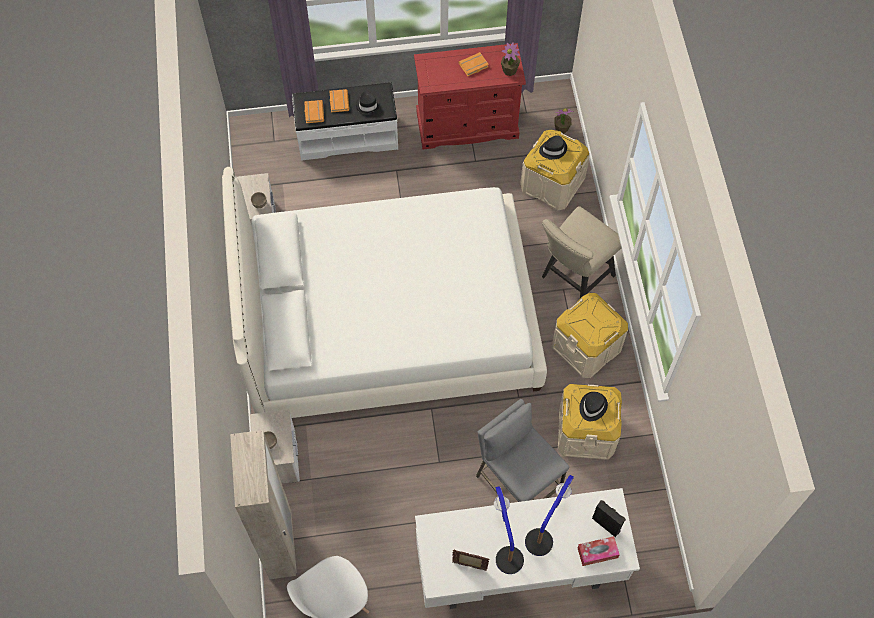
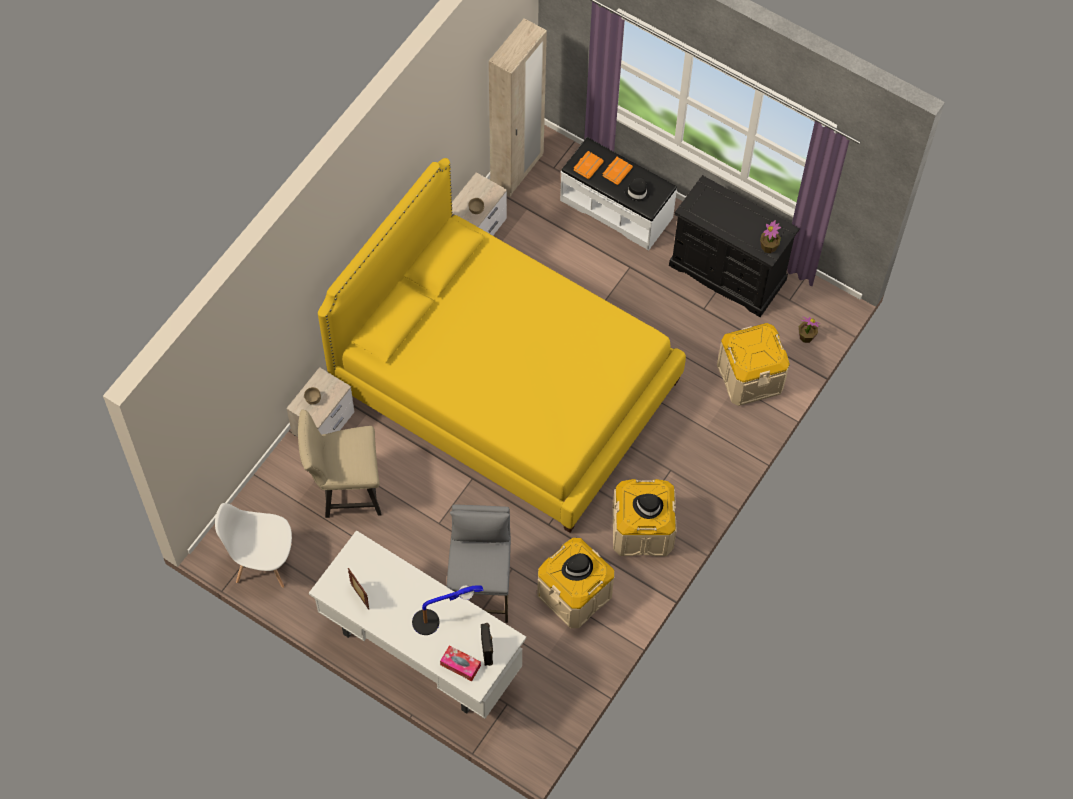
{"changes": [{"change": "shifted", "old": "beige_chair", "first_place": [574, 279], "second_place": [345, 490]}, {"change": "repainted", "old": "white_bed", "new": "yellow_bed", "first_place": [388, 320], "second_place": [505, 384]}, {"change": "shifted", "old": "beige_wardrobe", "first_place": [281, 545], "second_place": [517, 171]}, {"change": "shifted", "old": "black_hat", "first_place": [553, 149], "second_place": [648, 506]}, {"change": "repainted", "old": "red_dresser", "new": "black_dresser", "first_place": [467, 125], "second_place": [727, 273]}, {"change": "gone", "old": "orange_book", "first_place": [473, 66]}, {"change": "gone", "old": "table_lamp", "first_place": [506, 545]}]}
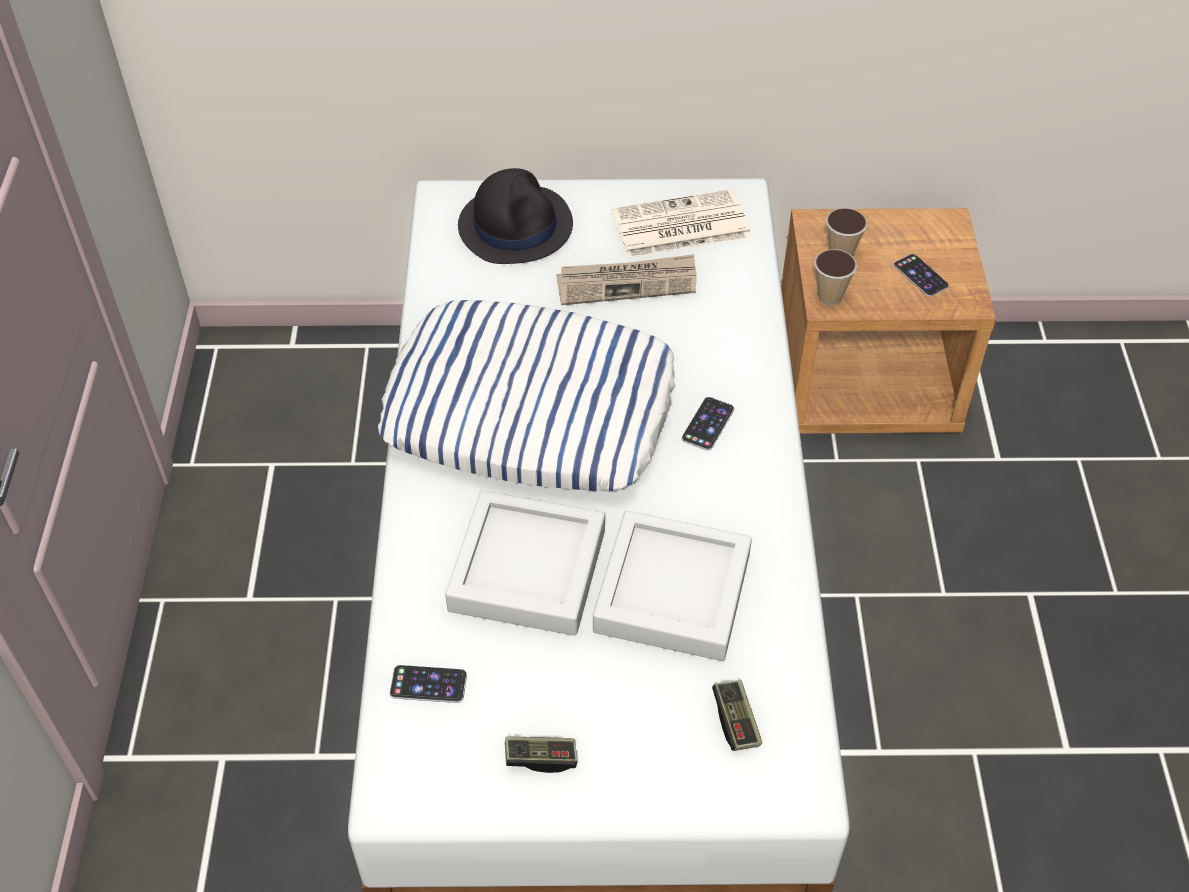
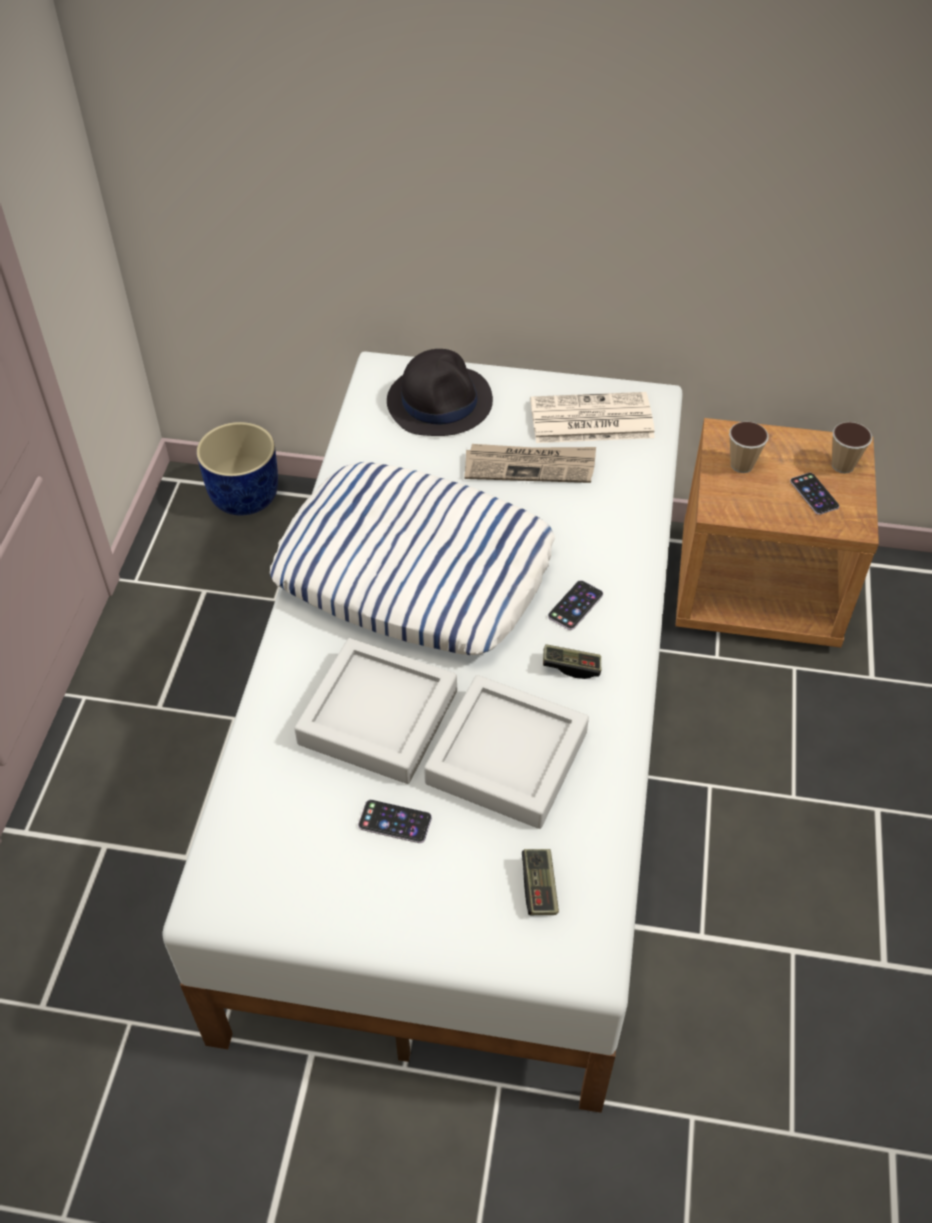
{"changes": [{"change": "new", "new": "blue_planter", "second_place": [244, 495]}, {"change": "shifted", "old": "phone", "first_place": [428, 684], "second_place": [395, 821]}, {"change": "shifted", "old": "game_controller", "first_place": [541, 758], "second_place": [571, 666]}, {"change": "shifted", "old": "cup", "first_place": [830, 296], "second_place": [842, 465]}]}
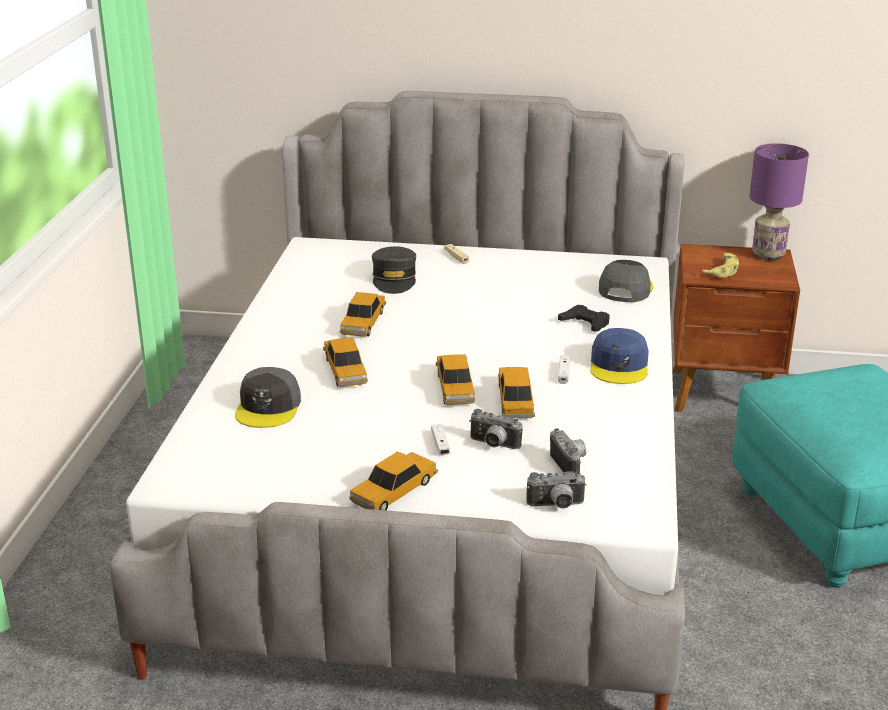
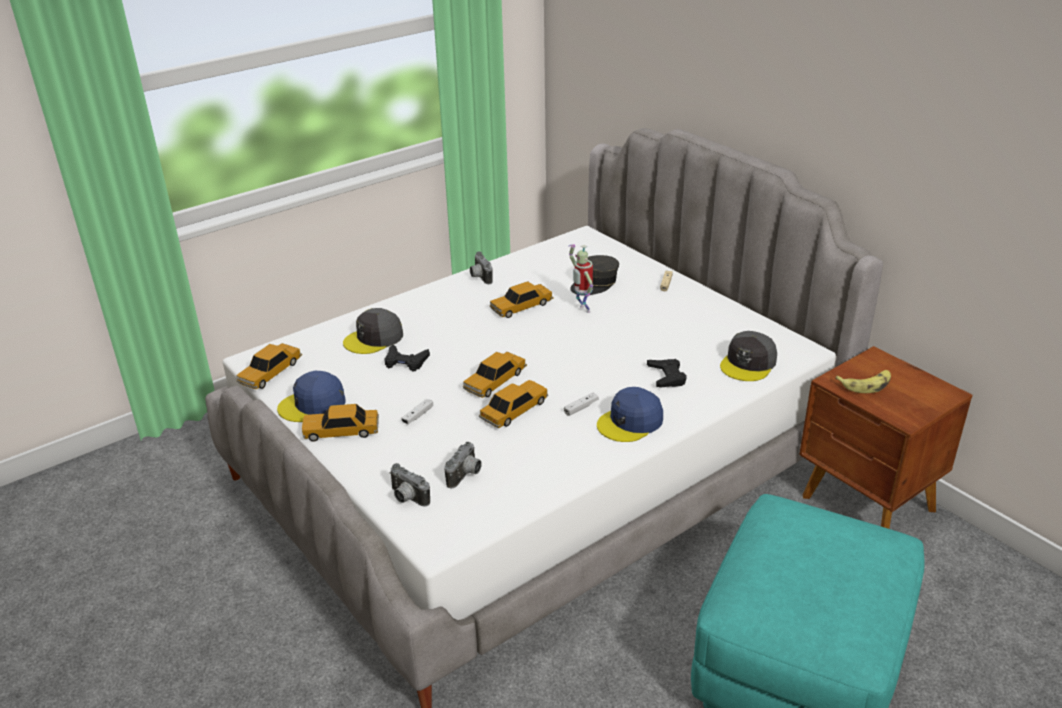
{"changes": [{"change": "shifted", "old": "toy_car", "first_place": [345, 370], "second_place": [270, 372]}, {"change": "new", "new": "blue_cap", "second_place": [313, 404]}, {"change": "new", "new": "black_game_controller", "second_place": [405, 362]}, {"change": "shifted", "old": "photo_camera", "first_place": [493, 445], "second_place": [479, 277]}, {"change": "new", "new": "toy_robot", "second_place": [582, 309]}, {"change": "rotated", "old": "grey_cap", "first_place": [625, 289], "second_place": [748, 363], "degrees": 150}, {"change": "gone", "old": "purple_table_lamp", "first_place": [768, 255]}]}
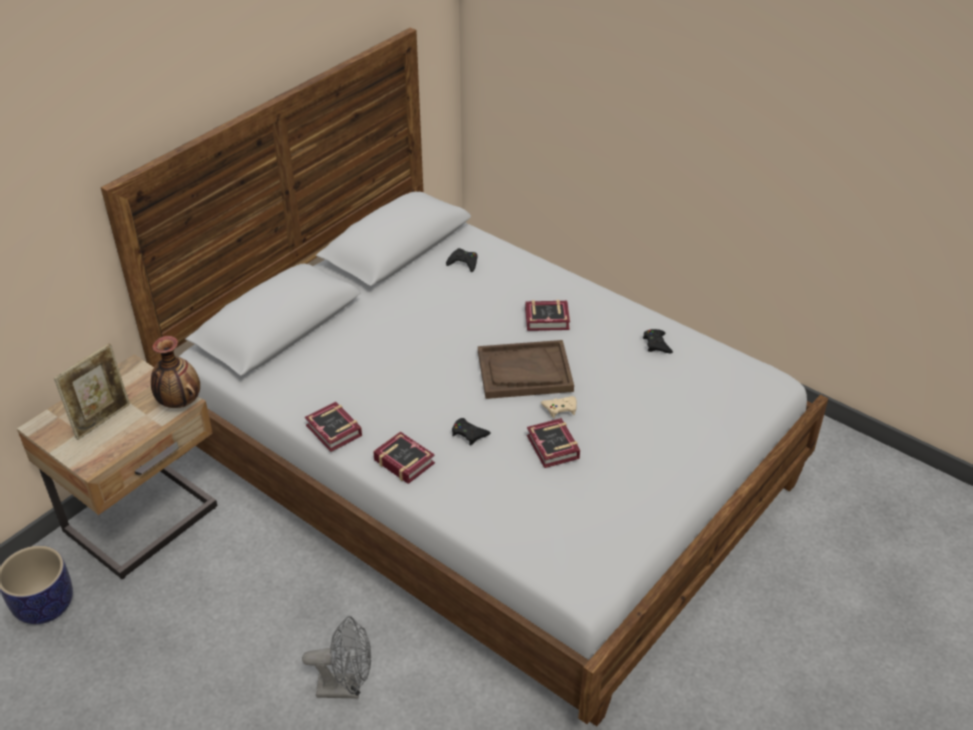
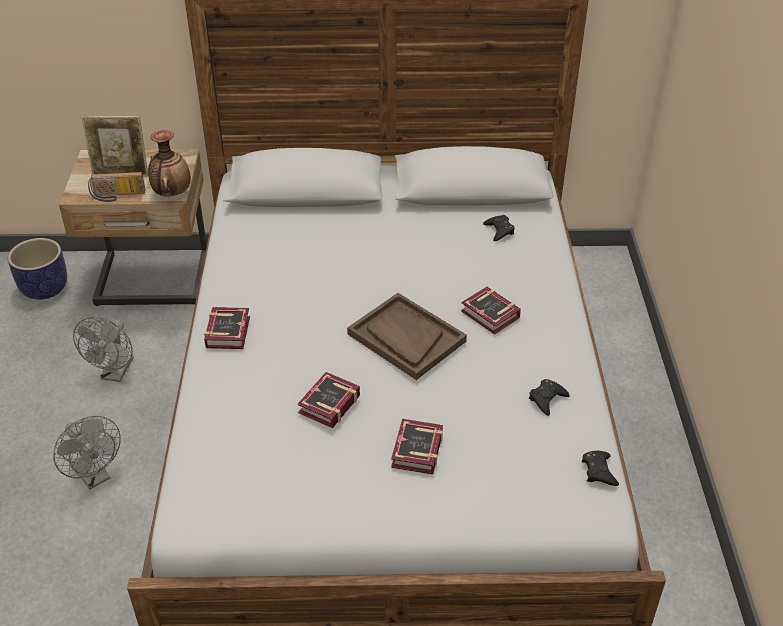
{"changes": [{"change": "new", "new": "grey_fan", "second_place": [115, 373]}, {"change": "new", "new": "radio", "second_place": [117, 196]}, {"change": "shifted", "old": "book", "first_place": [334, 432], "second_place": [415, 452]}, {"change": "shifted", "old": "black_game_controller", "first_place": [469, 434], "second_place": [599, 471]}, {"change": "gone", "old": "beige_game_controller", "first_place": [560, 408]}]}
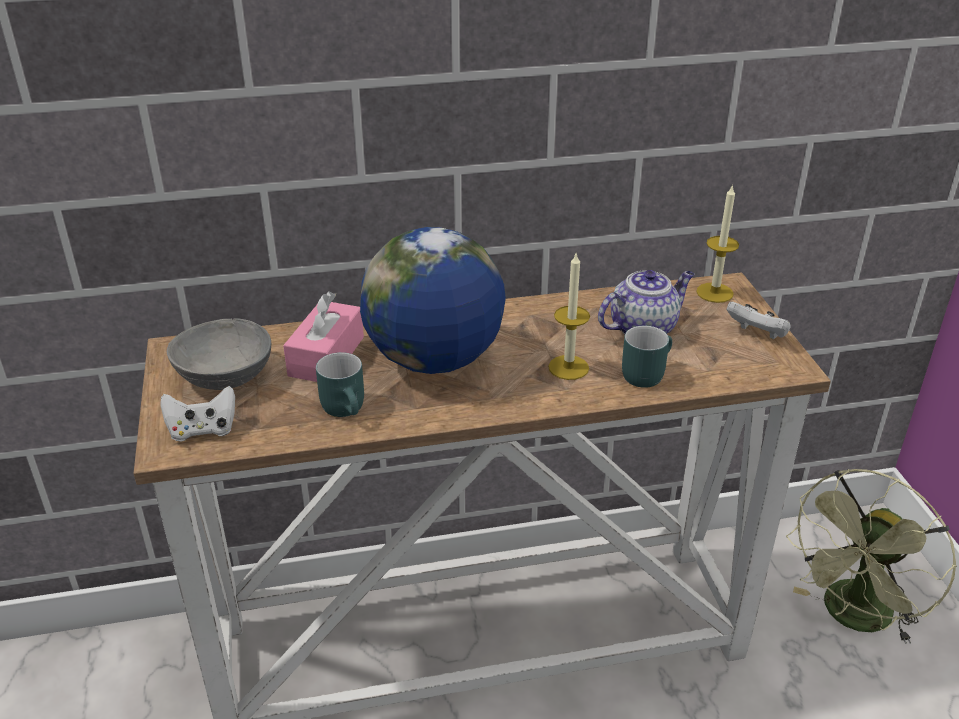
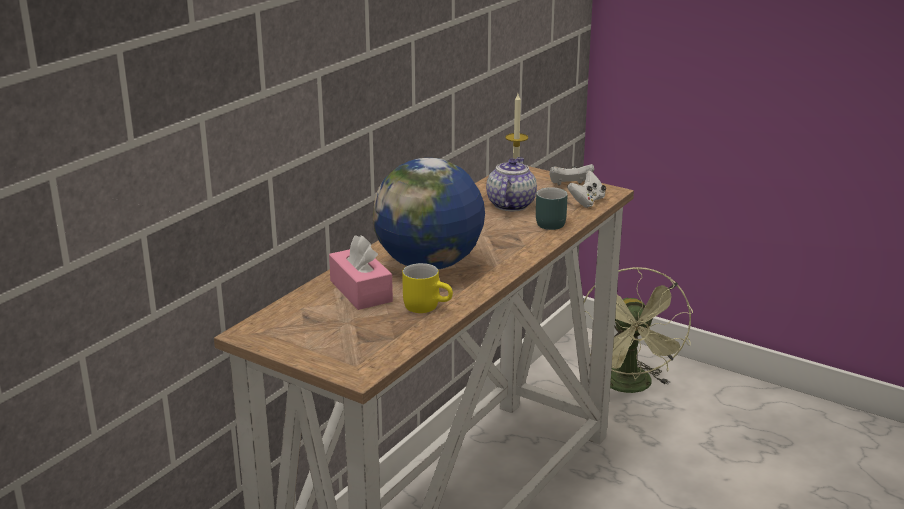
{"changes": [{"change": "repainted", "old": "turquoise_mug", "new": "yellow_mug", "first_place": [348, 408], "second_place": [427, 306]}, {"change": "shifted", "old": "white_game_controller", "first_place": [202, 430], "second_place": [587, 202]}, {"change": "gone", "old": "grey_bowl", "first_place": [225, 376]}, {"change": "gone", "old": "candle", "first_place": [568, 367]}]}
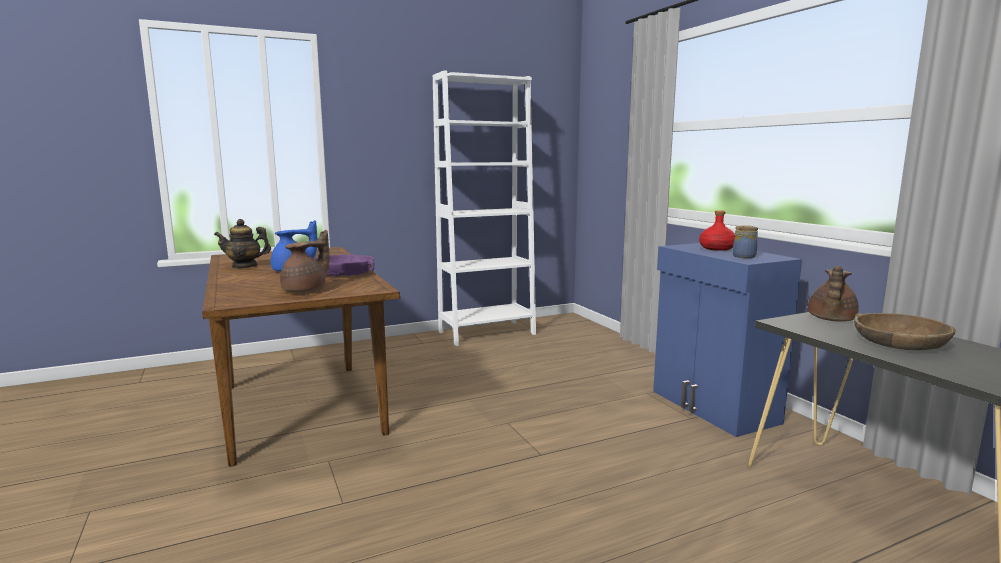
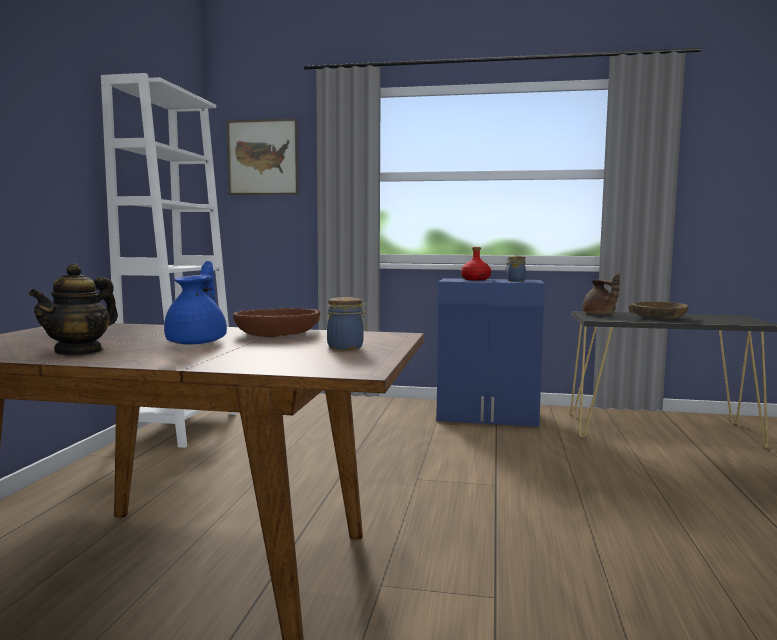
{"changes": [{"change": "new", "new": "picture", "second_place": [263, 157]}, {"change": "repainted", "old": "purple_bowl", "new": "brown_bowl", "first_place": [344, 273], "second_place": [277, 334]}, {"change": "swapped", "old": "brown_teapot", "new": "jar", "first_place": [306, 290], "second_place": [347, 347]}]}
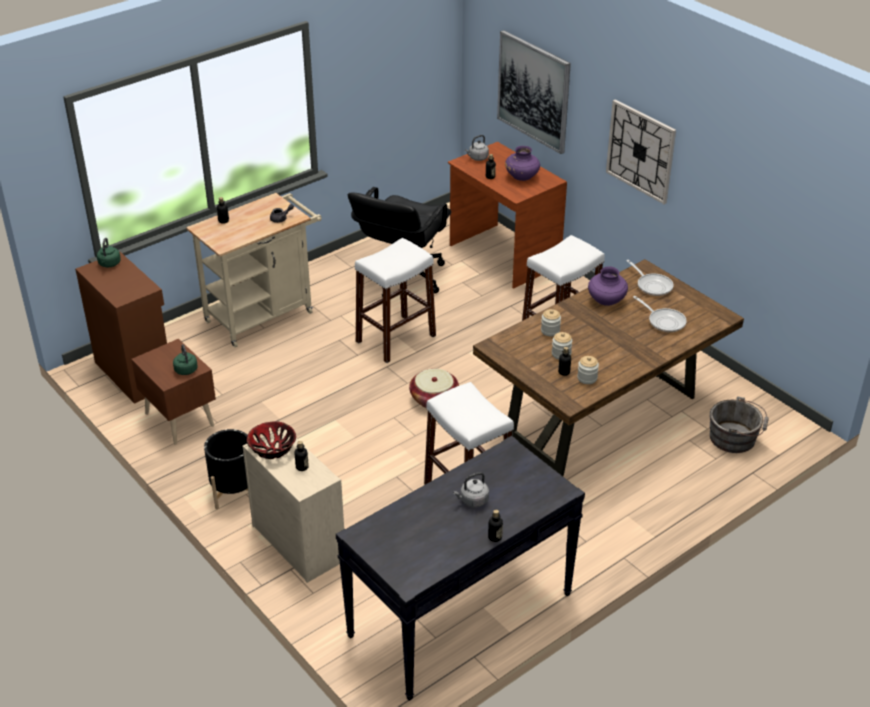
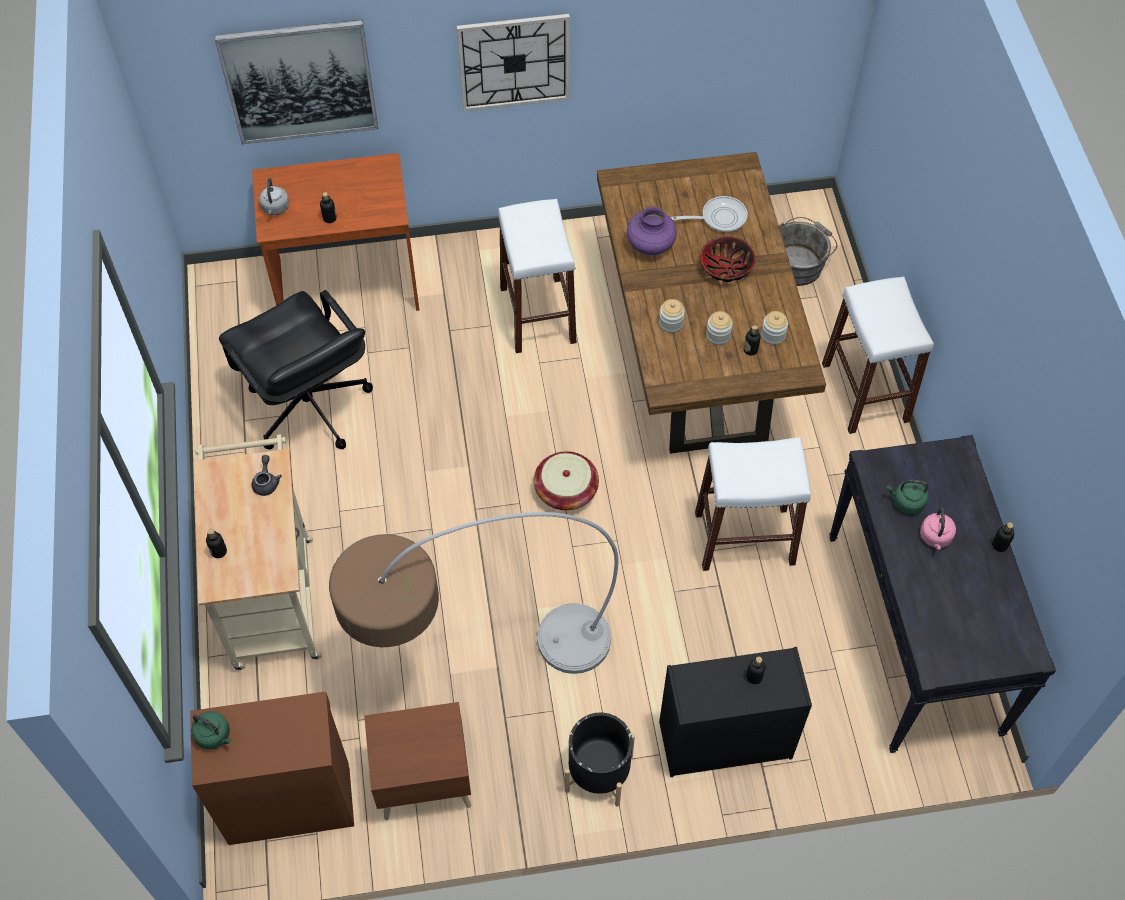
{"changes": [{"change": "new", "new": "floor_lamp", "second_place": [476, 667]}, {"change": "repainted", "old": "beige_dresser", "new": "black_dresser", "first_place": [297, 542], "second_place": [723, 740]}, {"change": "shifted", "old": "bowl", "first_place": [272, 448], "second_place": [725, 268]}, {"change": "shifted", "old": "white_stool", "first_place": [395, 338], "second_place": [865, 392]}, {"change": "shifted", "old": "green_kettle", "first_place": [186, 369], "second_place": [906, 502]}, {"change": "repainted", "old": "grey_kettle", "new": "pink_kettle", "first_place": [472, 501], "second_place": [935, 538]}, {"change": "gone", "old": "purple_vase", "first_place": [522, 177]}, {"change": "gone", "old": "frying_pan", "first_place": [652, 286]}]}
